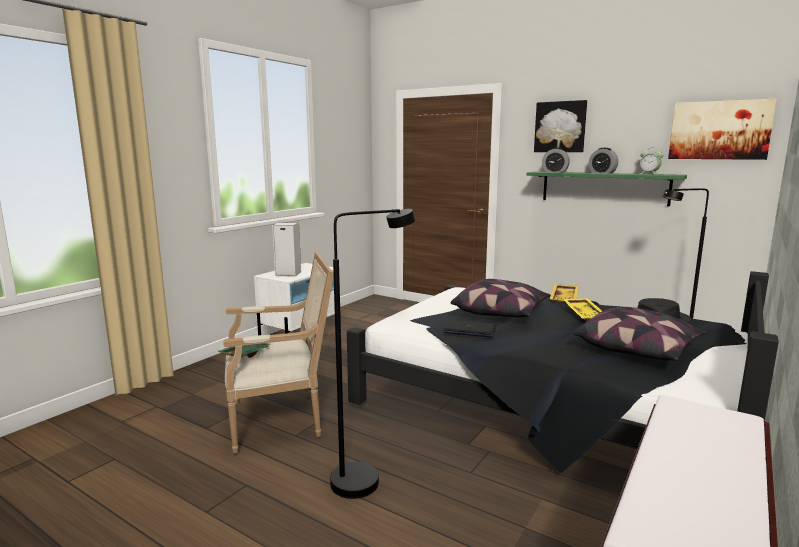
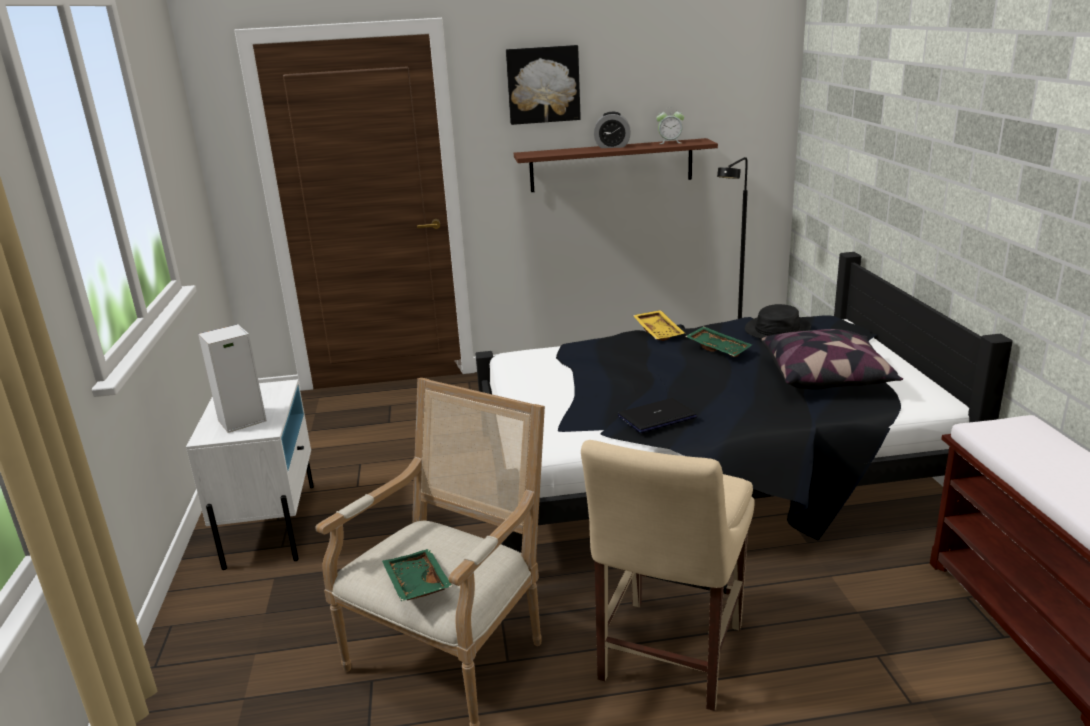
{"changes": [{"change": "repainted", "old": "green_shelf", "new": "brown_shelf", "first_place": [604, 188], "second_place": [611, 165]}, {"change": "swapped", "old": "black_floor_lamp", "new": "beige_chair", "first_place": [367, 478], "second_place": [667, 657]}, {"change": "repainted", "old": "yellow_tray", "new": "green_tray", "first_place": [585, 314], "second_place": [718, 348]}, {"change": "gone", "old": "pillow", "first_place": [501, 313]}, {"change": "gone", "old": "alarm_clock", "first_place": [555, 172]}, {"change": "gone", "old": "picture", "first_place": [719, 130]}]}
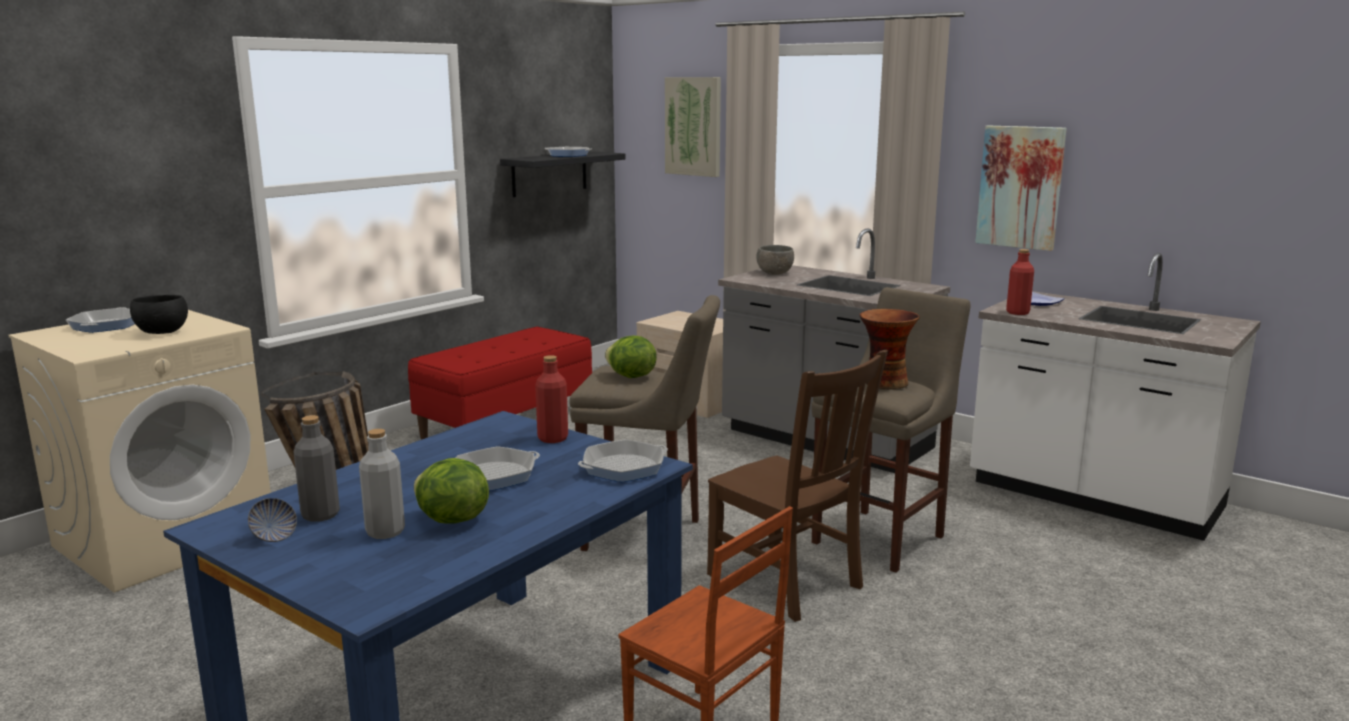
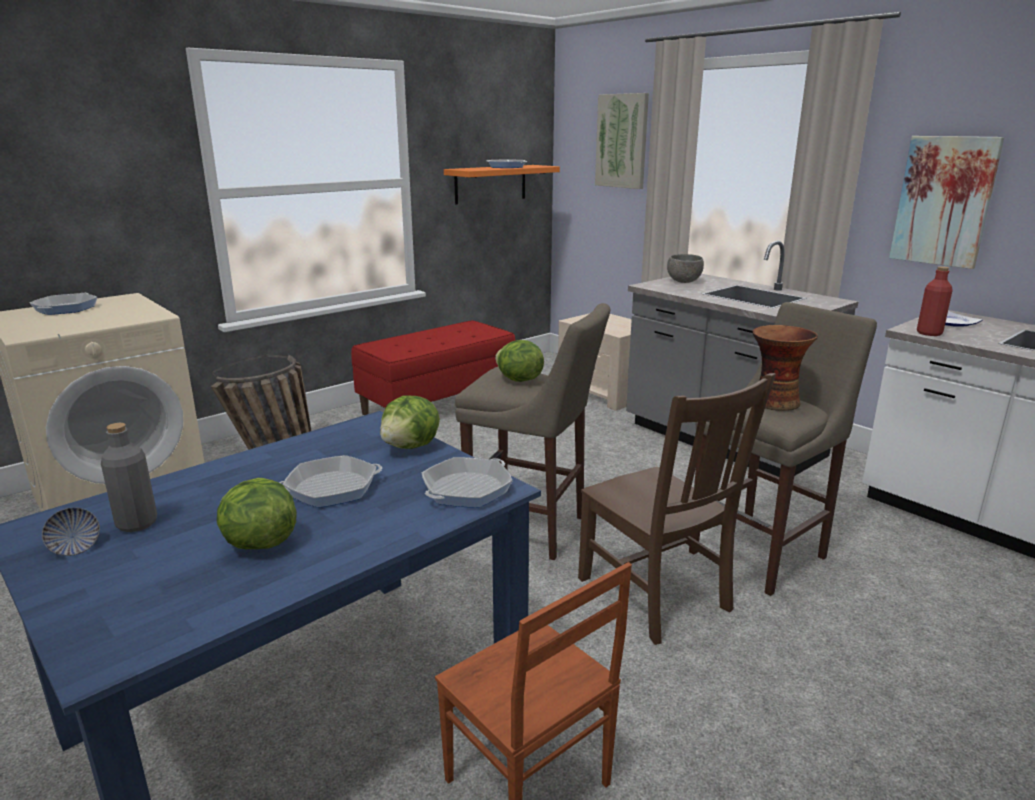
{"changes": [{"change": "swapped", "old": "red_bottle", "new": "lettuce", "first_place": [553, 438], "second_place": [411, 447]}, {"change": "rotated", "old": "frying_pan", "first_place": [623, 467], "second_place": [466, 489], "degrees": 150}, {"change": "repainted", "old": "black_shelf", "new": "orange_shelf", "first_place": [549, 173], "second_place": [490, 184]}, {"change": "gone", "old": "black_bowl", "first_place": [163, 333]}, {"change": "gone", "old": "grey_bottle", "first_place": [385, 532]}]}
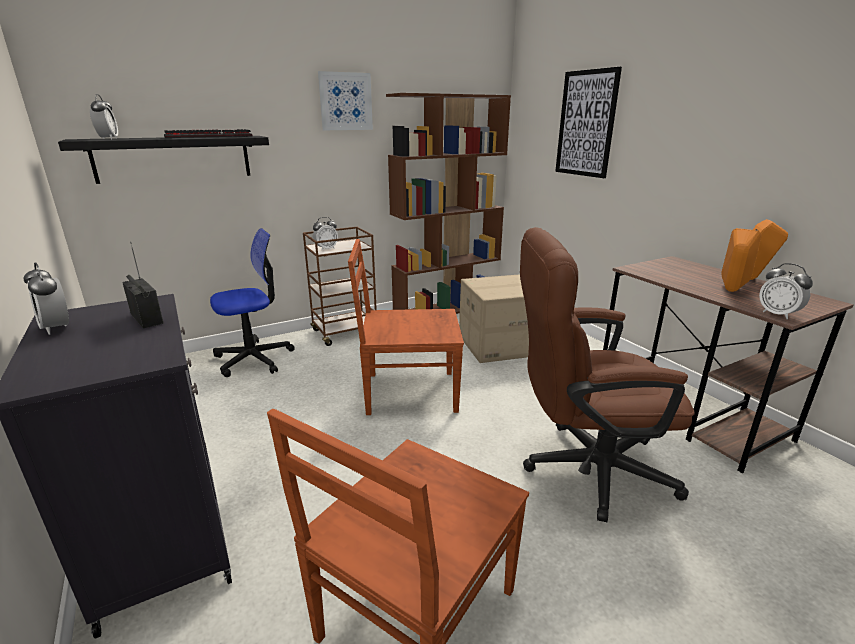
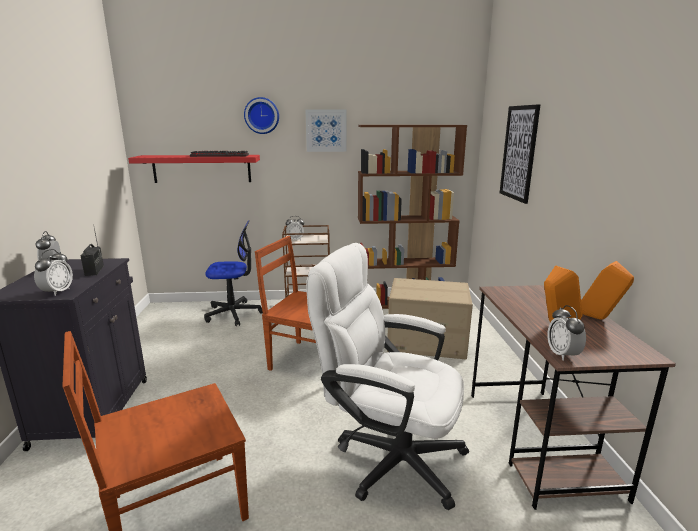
{"changes": [{"change": "shifted", "old": "alarm_clock", "first_place": [108, 139], "second_place": [57, 292]}, {"change": "repainted", "old": "black_shelf", "new": "red_shelf", "first_place": [174, 158], "second_place": [202, 168]}, {"change": "new", "new": "wall_clock", "second_place": [262, 115]}, {"change": "repainted", "old": "brown_office_chair", "new": "white_office_chair", "first_place": [584, 468], "second_place": [388, 456]}]}
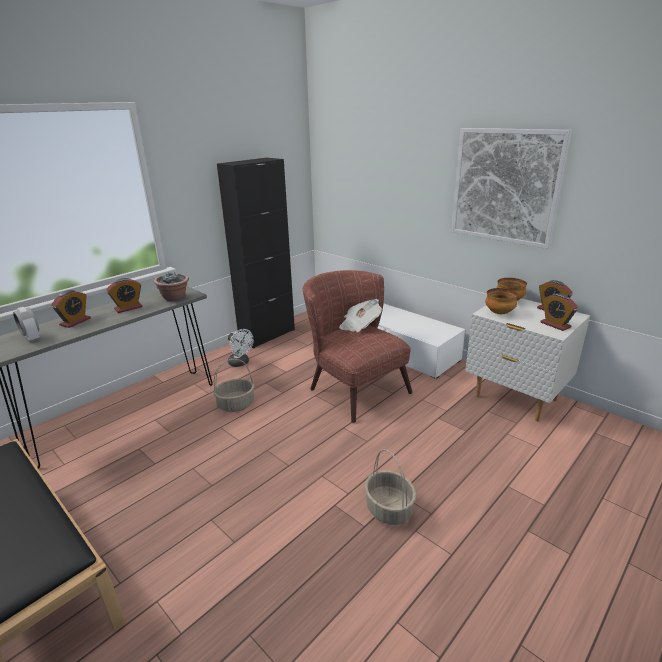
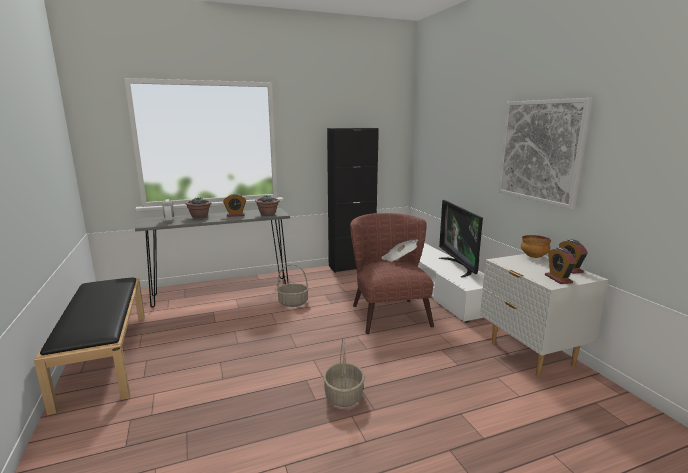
{"changes": [{"change": "swapped", "old": "alarm_clock", "new": "potted_plant", "first_place": [75, 322], "second_place": [200, 217]}, {"change": "new", "new": "television", "second_place": [459, 266]}, {"change": "gone", "old": "white_fan", "first_place": [241, 363]}, {"change": "gone", "old": "bowl", "first_place": [499, 313]}]}
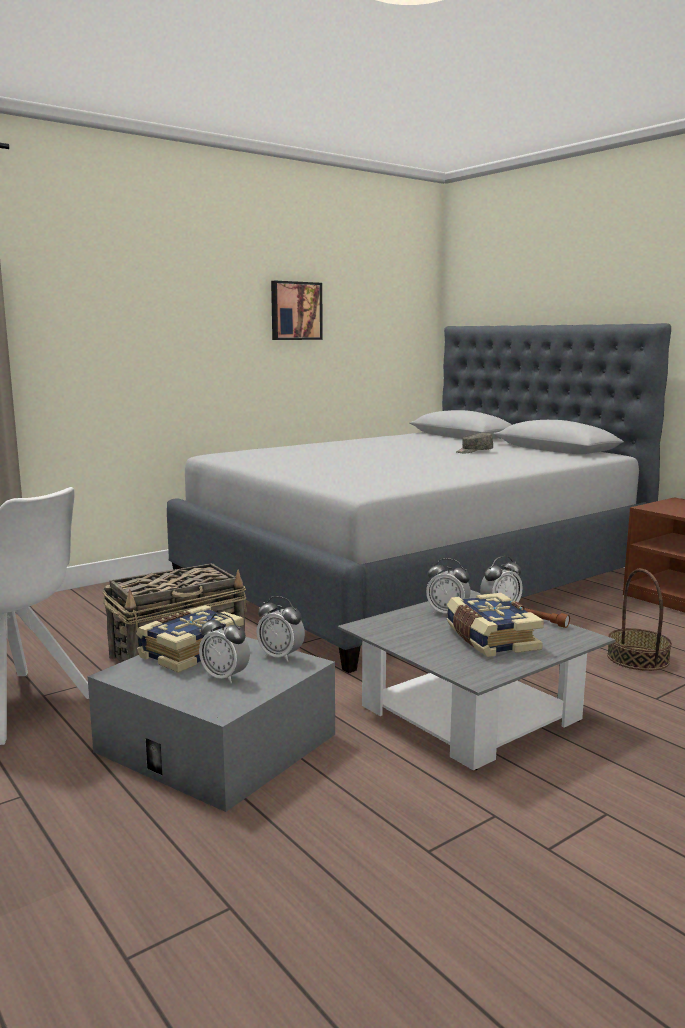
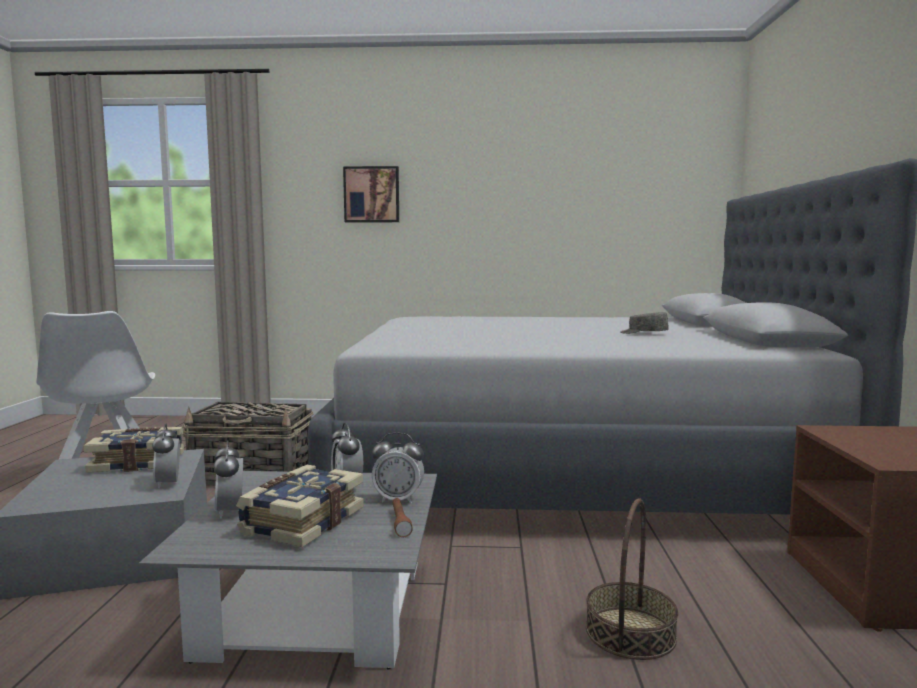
{"changes": [{"change": "shifted", "old": "alarm_clock", "first_place": [225, 677], "second_place": [230, 512]}, {"change": "shifted", "old": "picture", "first_place": [295, 311], "second_place": [372, 195]}]}
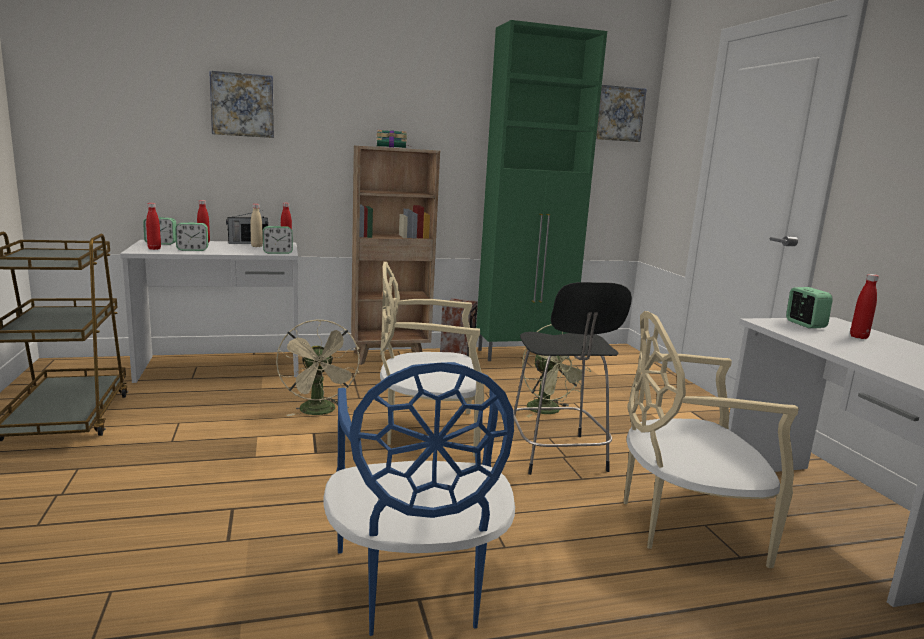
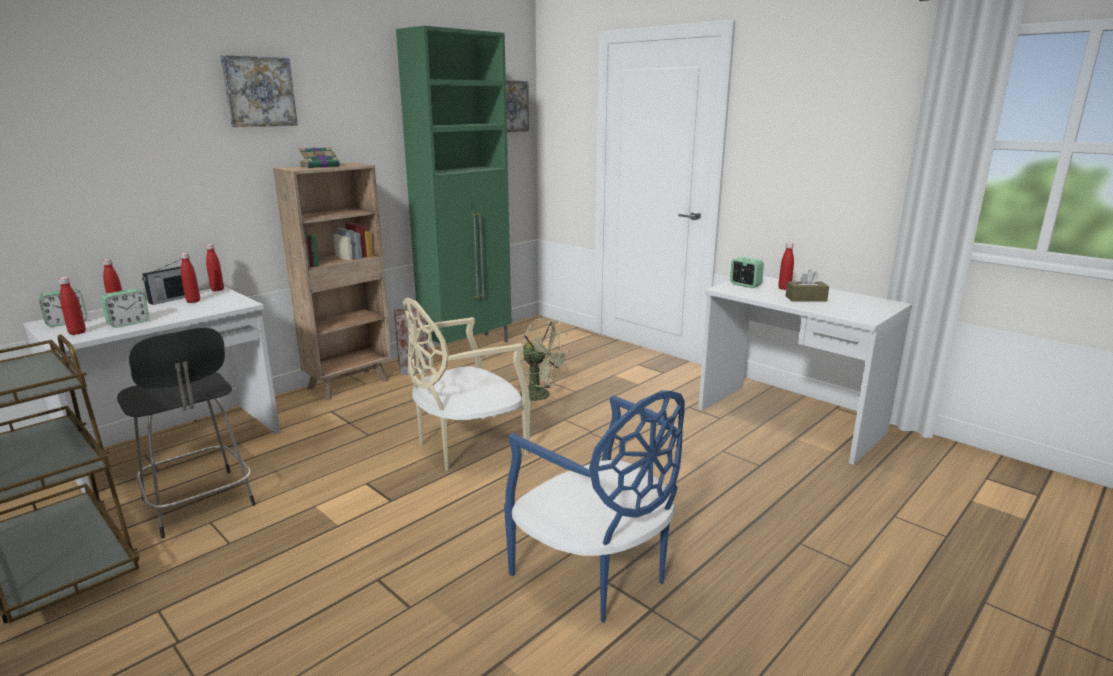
{"changes": [{"change": "shifted", "old": "black_stool", "first_place": [557, 456], "second_place": [199, 504]}, {"change": "repainted", "old": "beige_bottle", "new": "red_bottle", "first_place": [256, 246], "second_place": [193, 301]}, {"change": "shifted", "old": "picture", "first_place": [242, 105], "second_place": [259, 92]}, {"change": "new", "new": "brown_tissue_box", "second_place": [806, 299]}, {"change": "gone", "old": "alarm_clock", "first_place": [277, 252]}, {"change": "gone", "old": "beige_fan", "first_place": [320, 412]}, {"change": "gone", "old": "beige_chair", "first_place": [685, 525]}]}
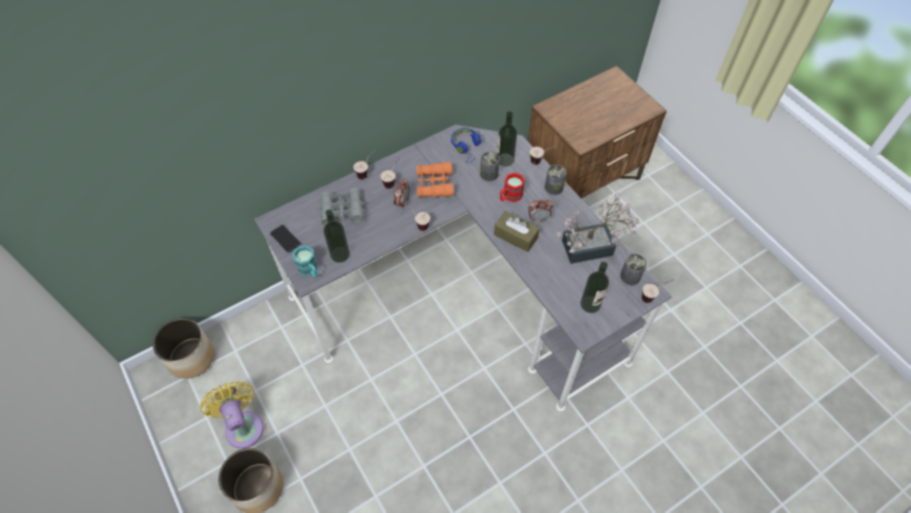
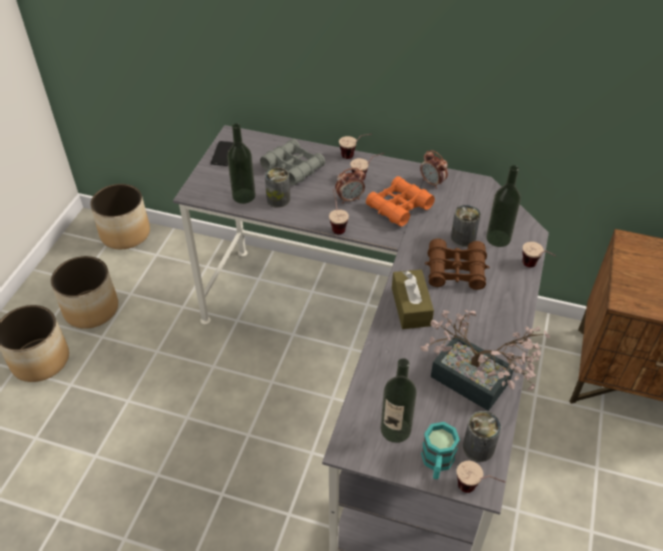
{"changes": [{"change": "swapped", "old": "yellow_fan", "new": "planter", "first_place": [243, 425], "second_place": [91, 309]}, {"change": "shifted", "old": "can", "first_place": [553, 187], "second_place": [278, 199]}, {"change": "shifted", "old": "alarm_clock", "first_place": [538, 218], "second_place": [432, 183]}, {"change": "shifted", "old": "turquoise_mug", "first_place": [310, 270], "second_place": [437, 463]}, {"change": "swapped", "old": "red_mug", "new": "brown_binoculars", "first_place": [510, 196], "second_place": [456, 271]}, {"change": "gone", "old": "blue_headphones", "first_place": [467, 147]}]}
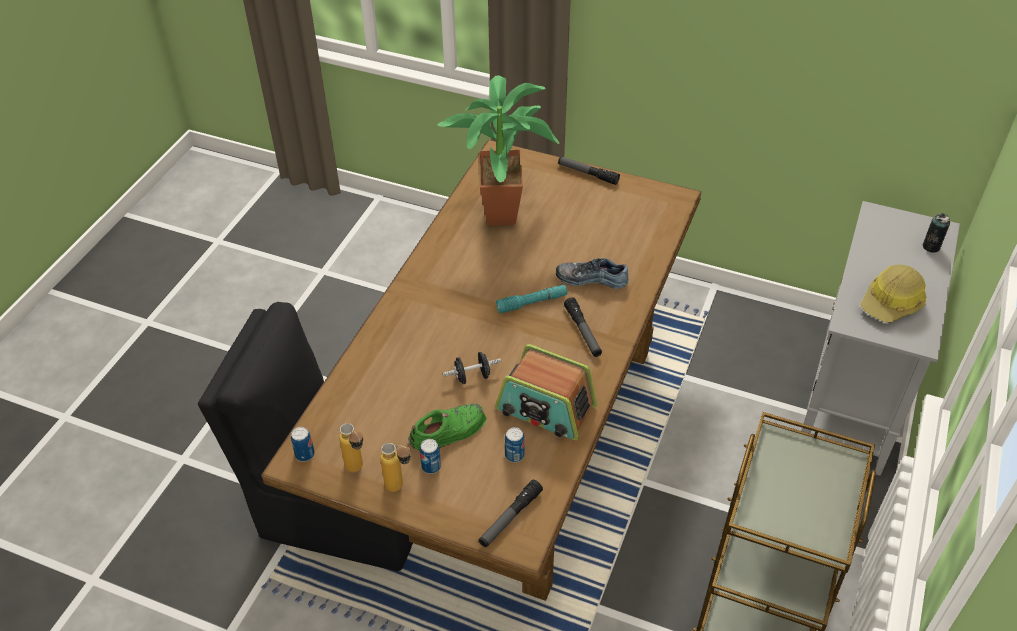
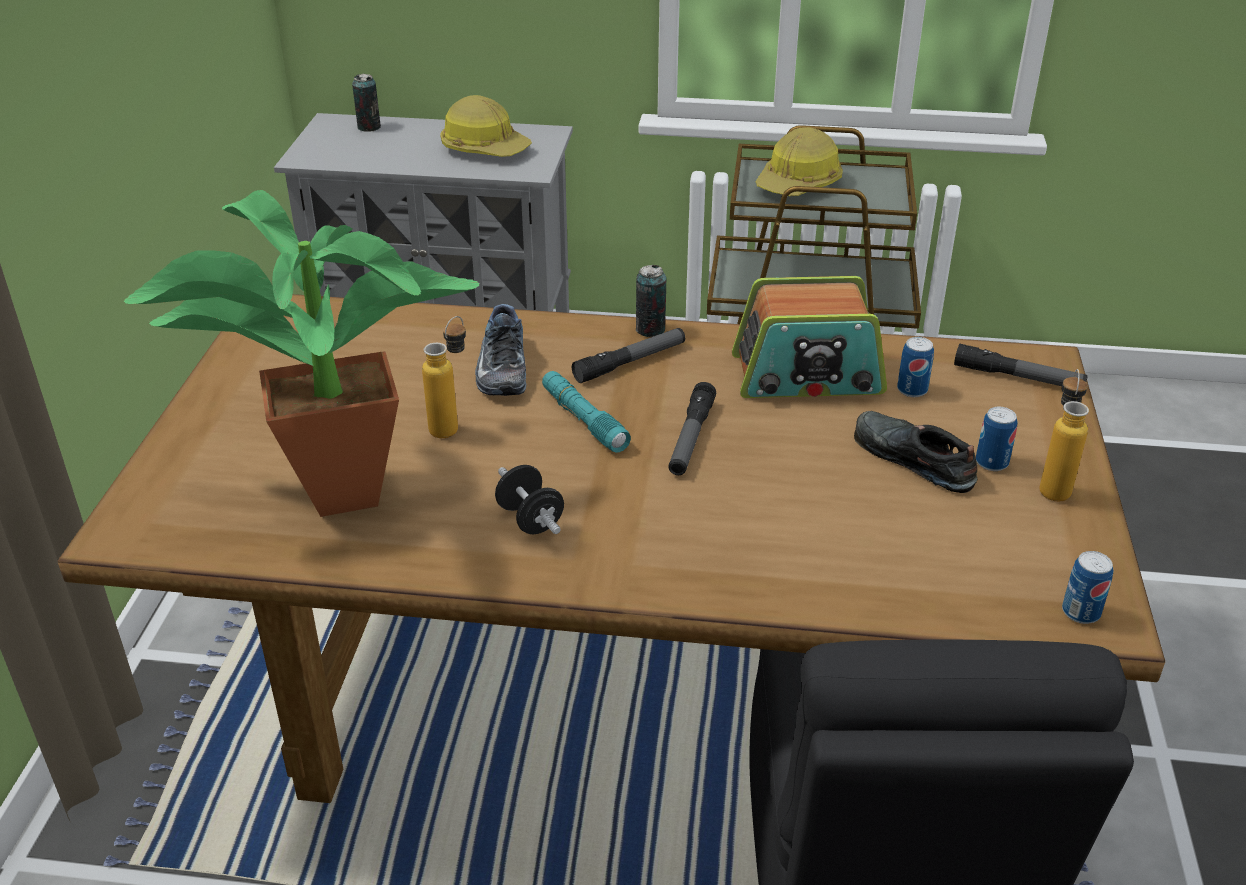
{"changes": [{"change": "shifted", "old": "bottle", "first_place": [358, 470], "second_place": [452, 425]}, {"change": "shifted", "old": "black_dumbbell", "first_place": [472, 376], "second_place": [530, 519]}, {"change": "new", "new": "can", "second_place": [650, 330]}, {"change": "shifted", "old": "flashlight", "first_place": [588, 174], "second_place": [691, 438]}, {"change": "rotated", "old": "radio", "first_place": [545, 408], "second_place": [807, 375], "degrees": 75}, {"change": "new", "new": "hard_hat", "second_place": [799, 183]}, {"change": "repainted", "old": "green_shoe", "new": "black_shoe", "first_place": [448, 430], "second_place": [911, 459]}]}
